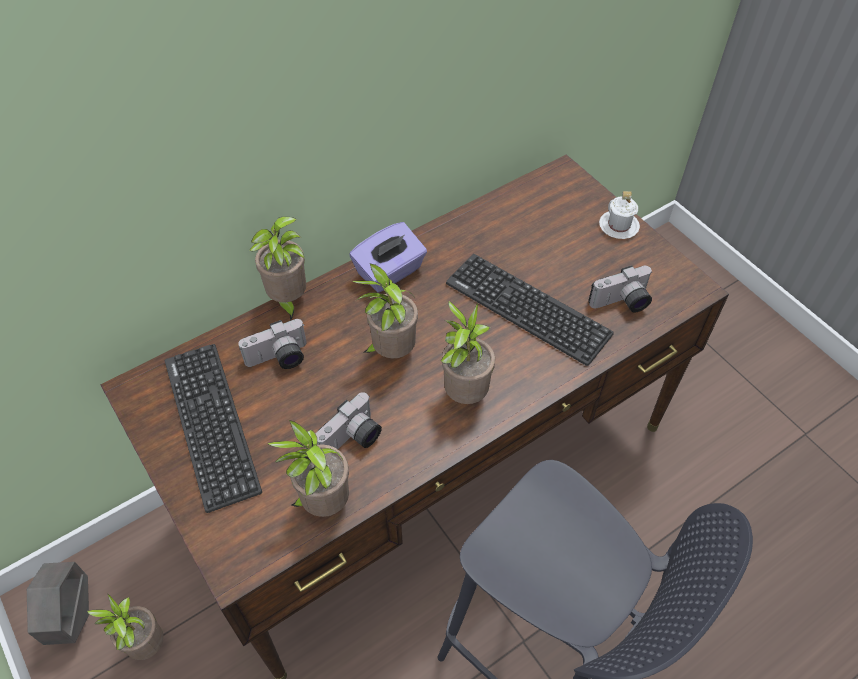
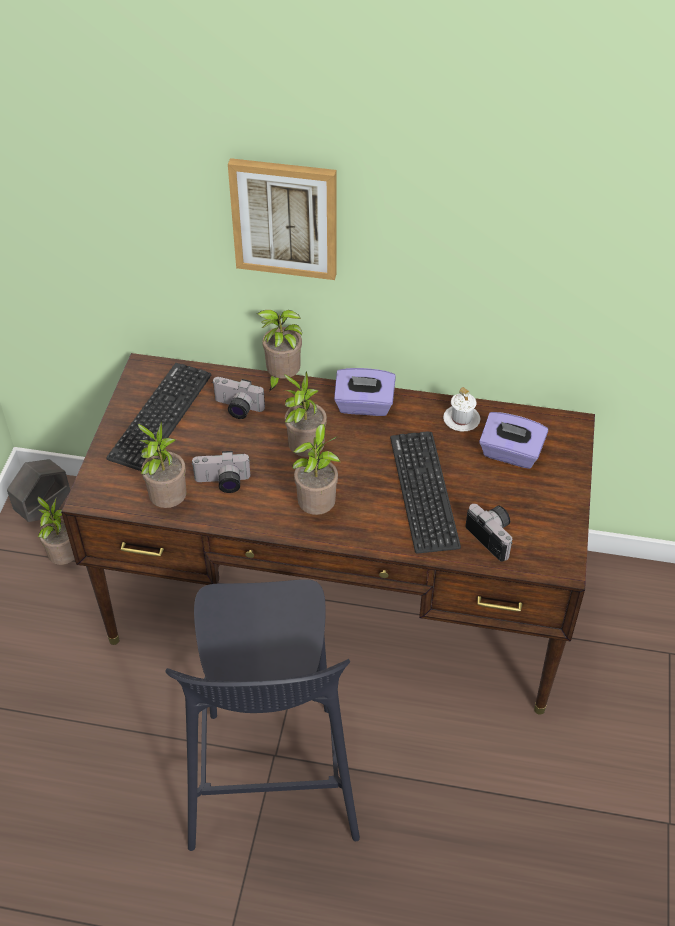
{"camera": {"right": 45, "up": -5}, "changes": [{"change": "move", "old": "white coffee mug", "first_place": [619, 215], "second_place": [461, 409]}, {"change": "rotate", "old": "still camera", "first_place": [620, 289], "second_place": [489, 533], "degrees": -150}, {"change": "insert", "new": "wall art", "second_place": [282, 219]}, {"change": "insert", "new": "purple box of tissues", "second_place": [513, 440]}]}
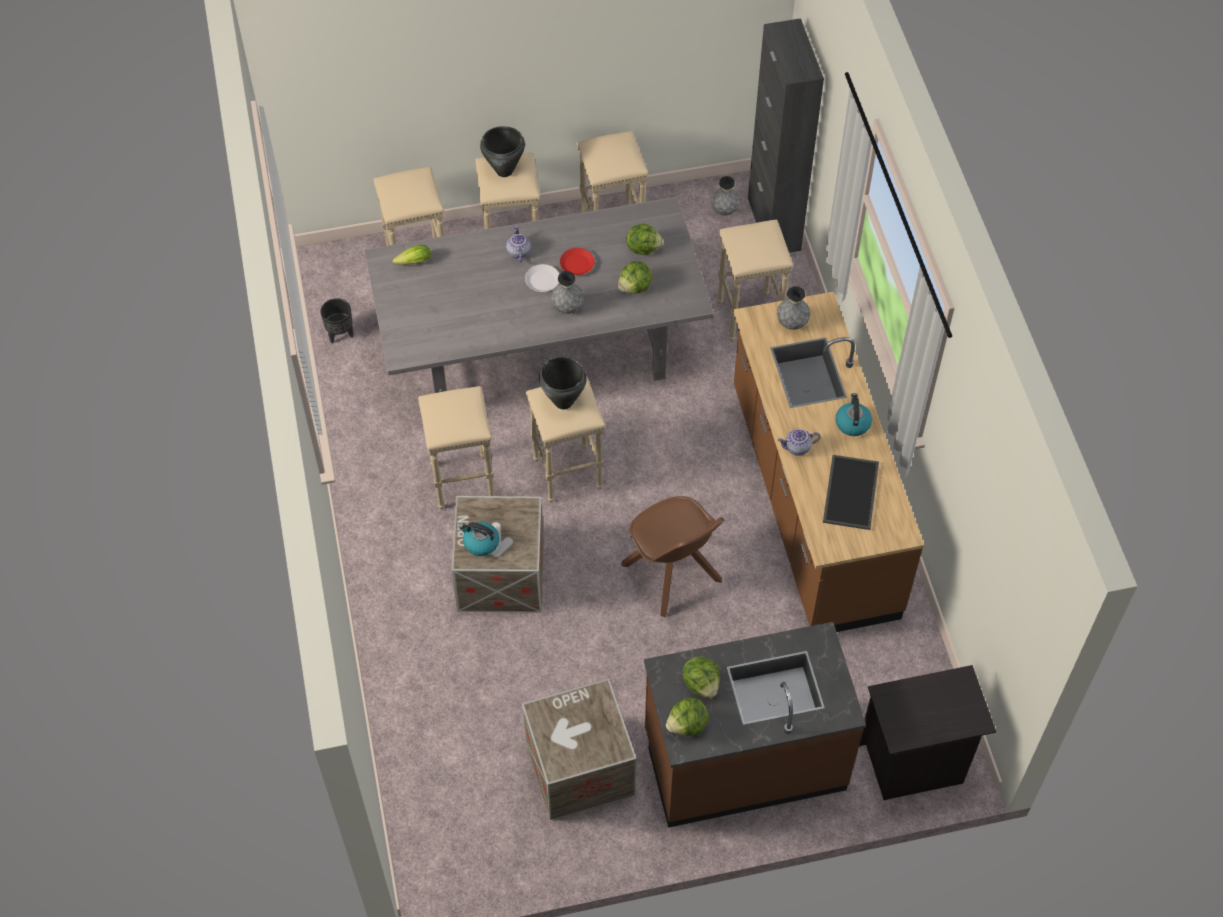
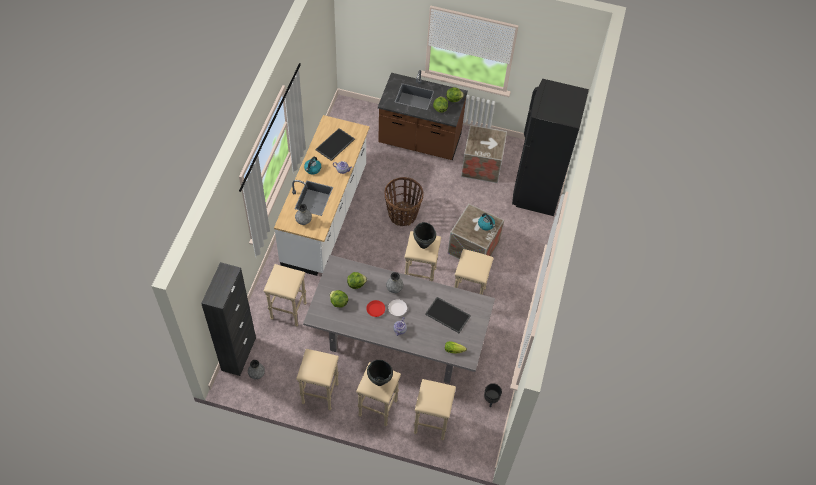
{"camera": {"right": -155, "up": 0}, "changes": [{"change": "recolor", "old": "brown-coloured kitchen counter", "new": "white kitchen counter", "first_place": [829, 462], "second_place": [322, 195]}, {"change": "replace", "old": "brown-coloured upright chair", "new": "household basket", "first_place": [673, 557], "second_place": [404, 201]}, {"change": "delete", "old": "blackish night table", "first_place": [927, 732]}, {"change": "insert", "new": "blackish refrigerator", "second_place": [550, 147]}, {"change": "insert", "new": "tray", "second_place": [448, 315]}]}
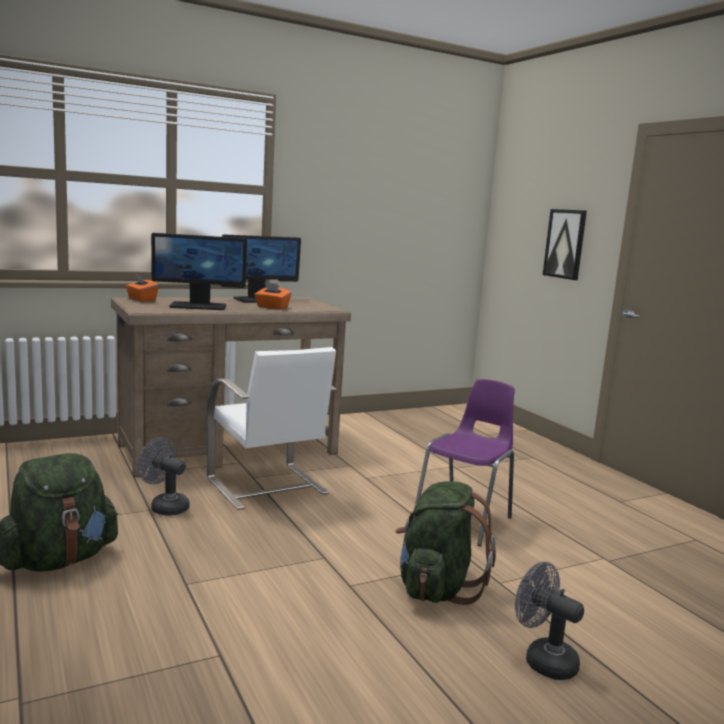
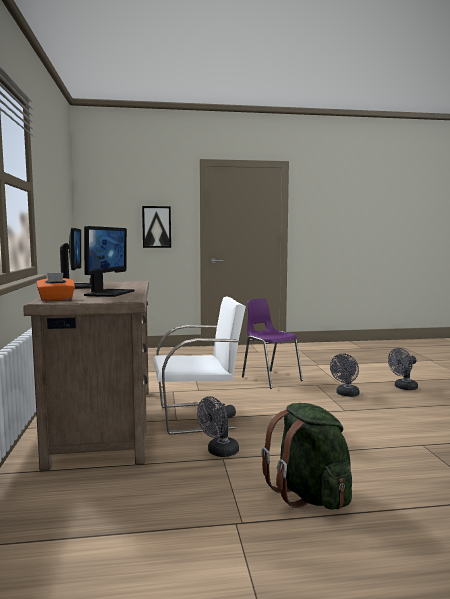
{"camera": {"right": -70, "up": -5}, "changes": [{"change": "delete", "old": "orange-coloured box of tissues", "first_place": [273, 296]}, {"change": "replace", "old": "green knapsack", "new": "gray fan", "first_place": [445, 543], "second_place": [344, 375]}]}
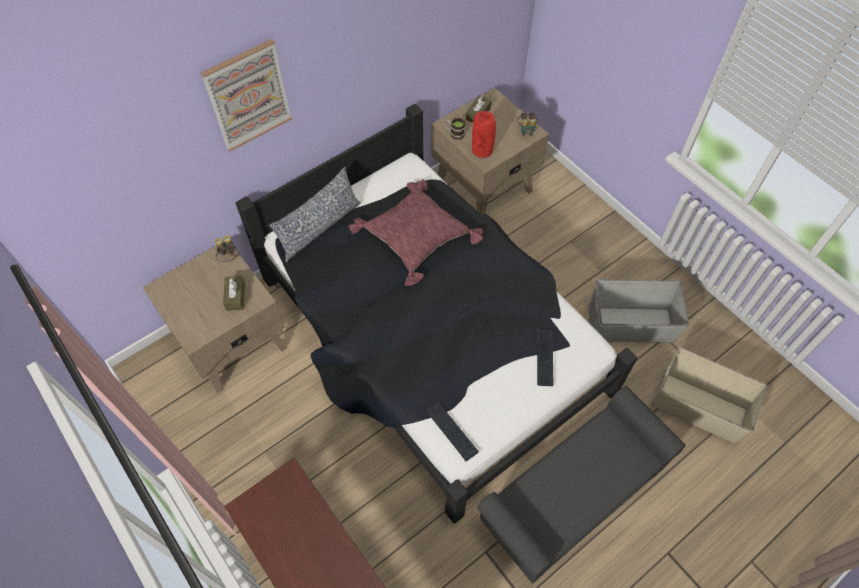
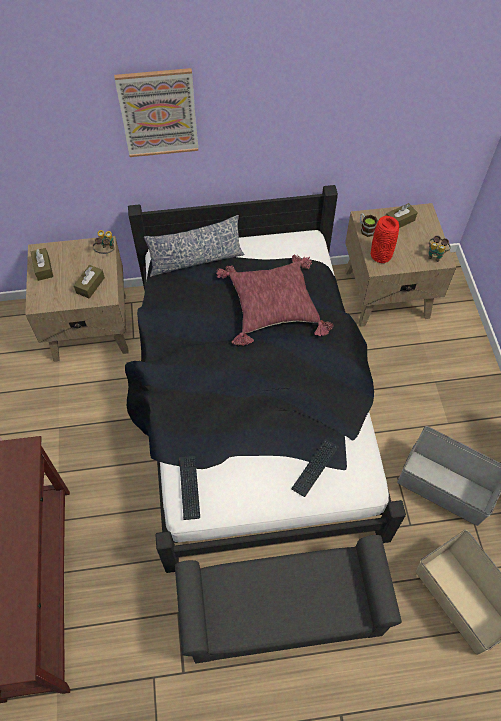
{"camera": {"right": 30, "up": 0}, "changes": [{"change": "insert", "new": "brown-coloured box of tissues", "second_place": [42, 264]}]}
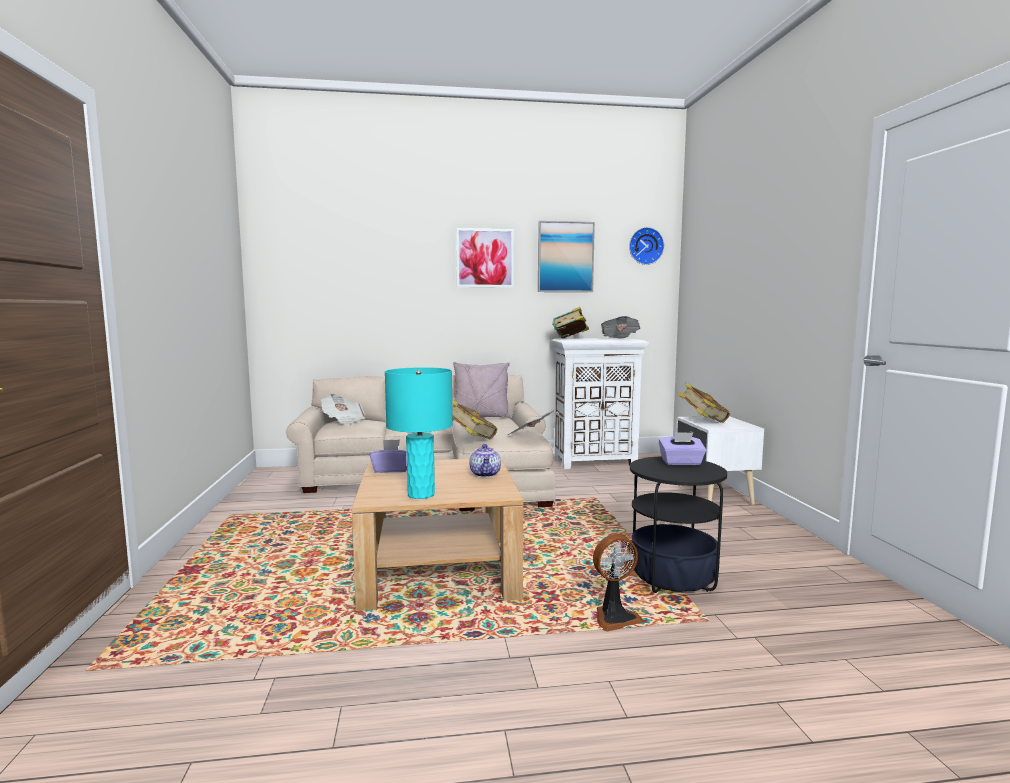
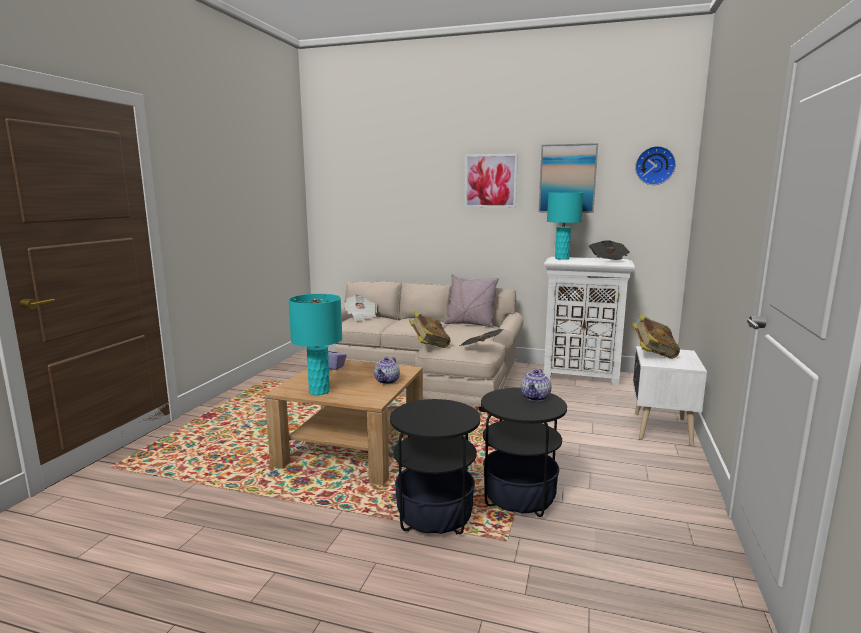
{"camera": {"right": 25, "up": 5}, "changes": [{"change": "replace", "old": "bound book", "new": "turquoise tabletop lamp", "first_place": [571, 322], "second_place": [565, 226]}, {"change": "replace", "old": "purple box of tissues", "new": "teapot", "first_place": [682, 448], "second_place": [536, 385]}, {"change": "replace", "old": "fan", "new": "blackish end table", "first_place": [618, 583], "second_place": [435, 466]}]}
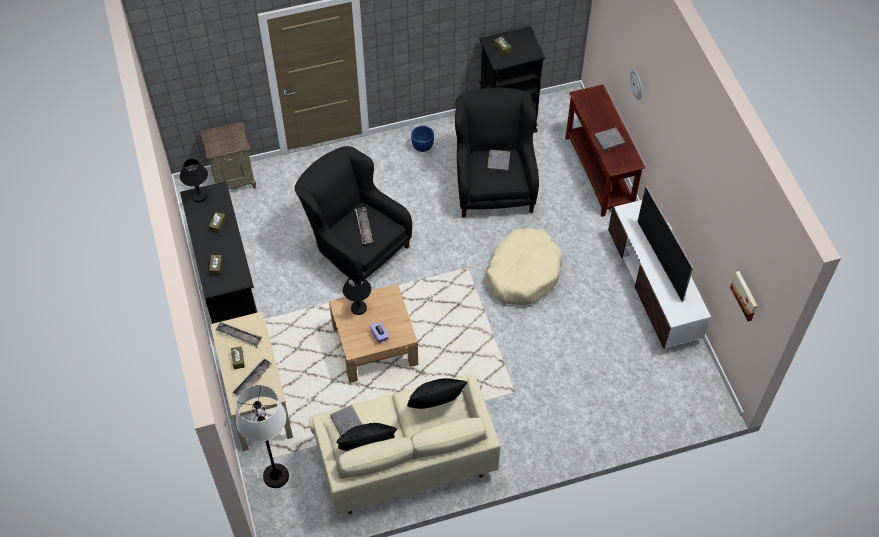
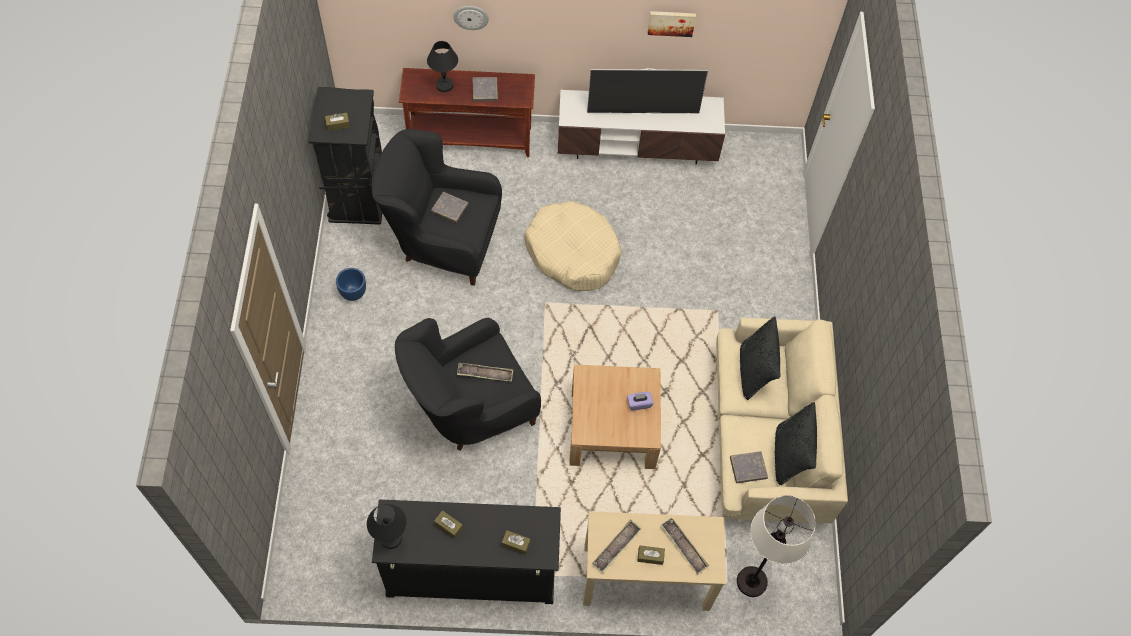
{"camera": {"right": -75, "up": 5}, "changes": [{"change": "delete", "old": "sand-coloured night table", "first_place": [228, 156]}, {"change": "move", "old": "wall art", "first_place": [743, 296], "second_place": [672, 24]}, {"change": "move", "old": "blackish tabletop lamp", "first_place": [357, 294], "second_place": [442, 66]}]}
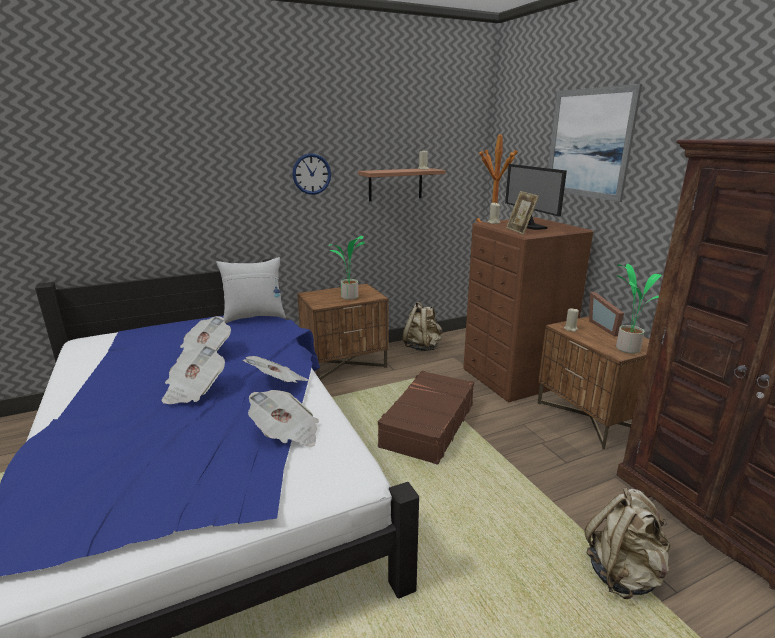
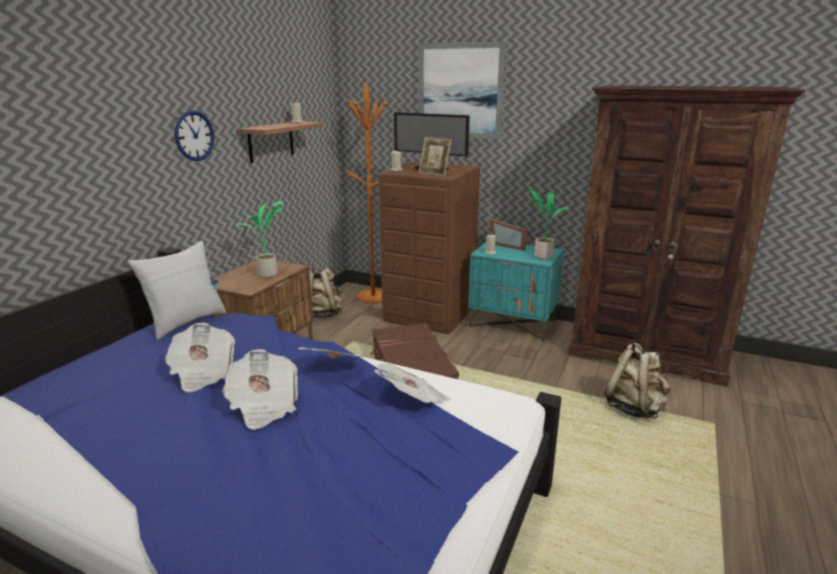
{"camera": {"right": -40, "up": 0}, "changes": [{"change": "recolor", "old": "brown-coloured night table", "new": "turquoise night table", "first_place": [593, 383], "second_place": [516, 292]}]}
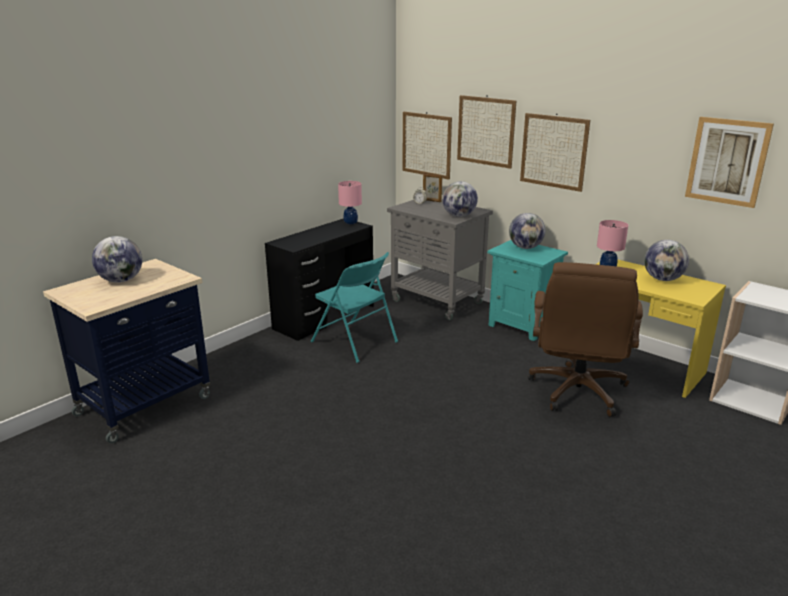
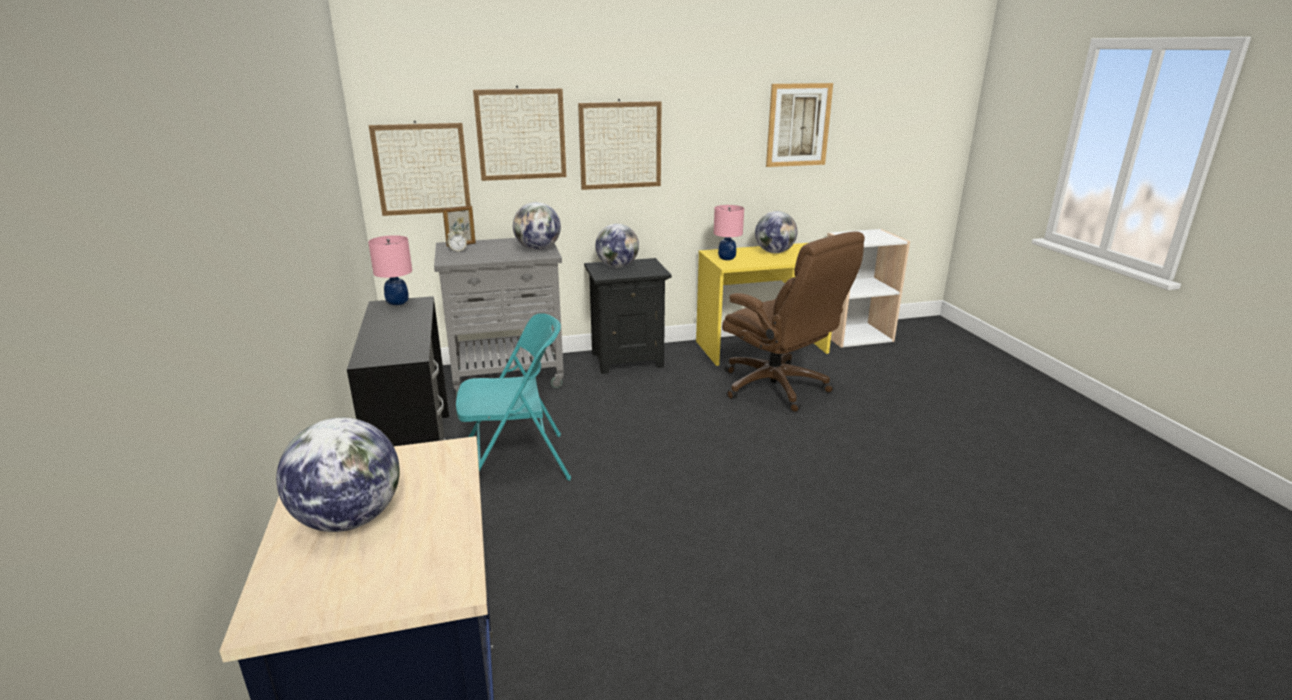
{"camera": {"right": -55, "up": 0}, "changes": [{"change": "recolor", "old": "turquoise night table", "new": "blackish night table", "first_place": [527, 290], "second_place": [628, 316]}]}
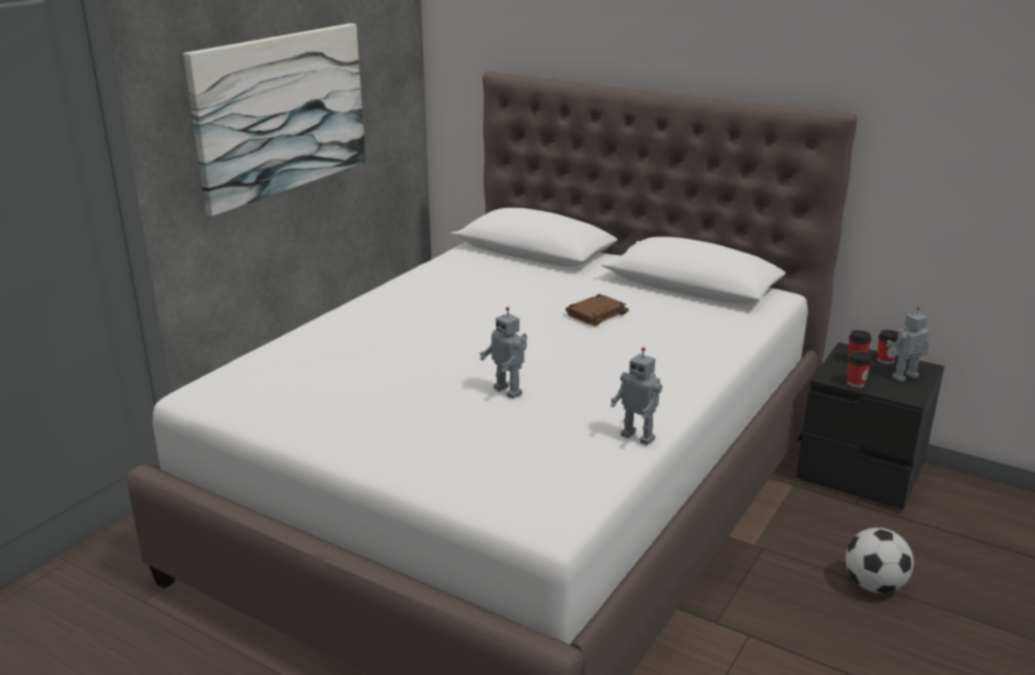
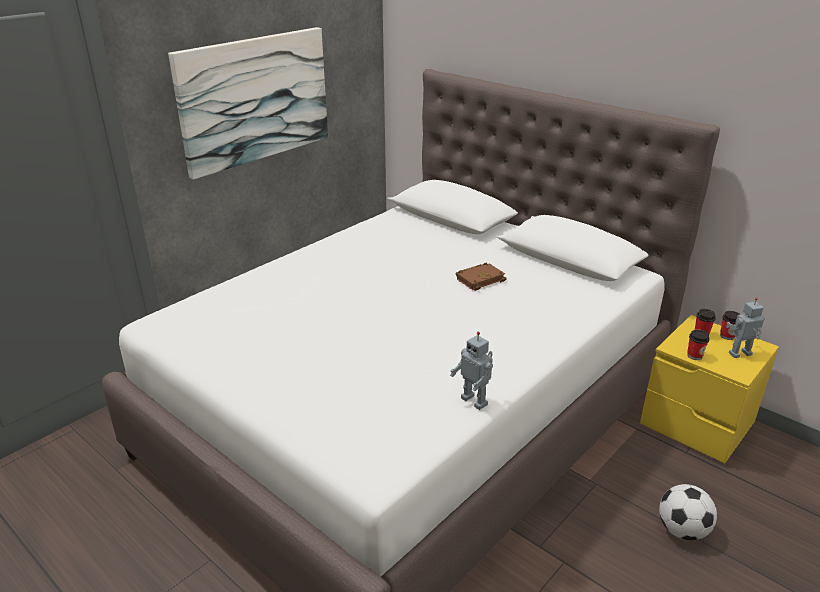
{"camera": {"right": 10, "up": 5}, "changes": [{"change": "delete", "old": "model robot", "first_place": [503, 353]}, {"change": "recolor", "old": "blackish night table", "new": "yellow night table", "first_place": [870, 426], "second_place": [709, 389]}]}
